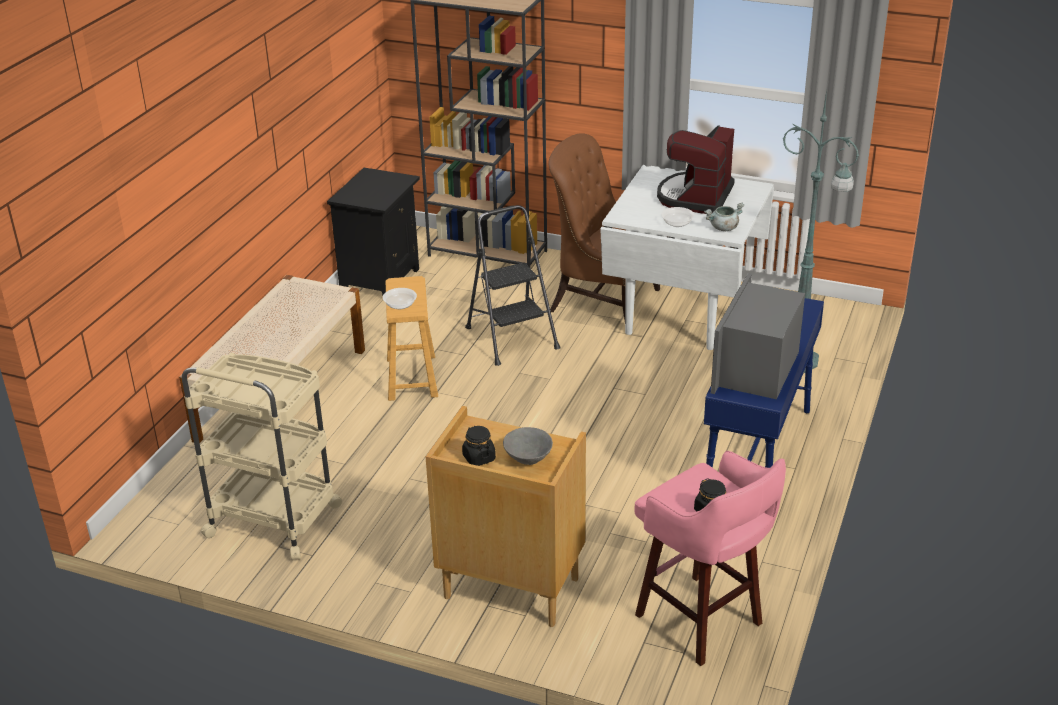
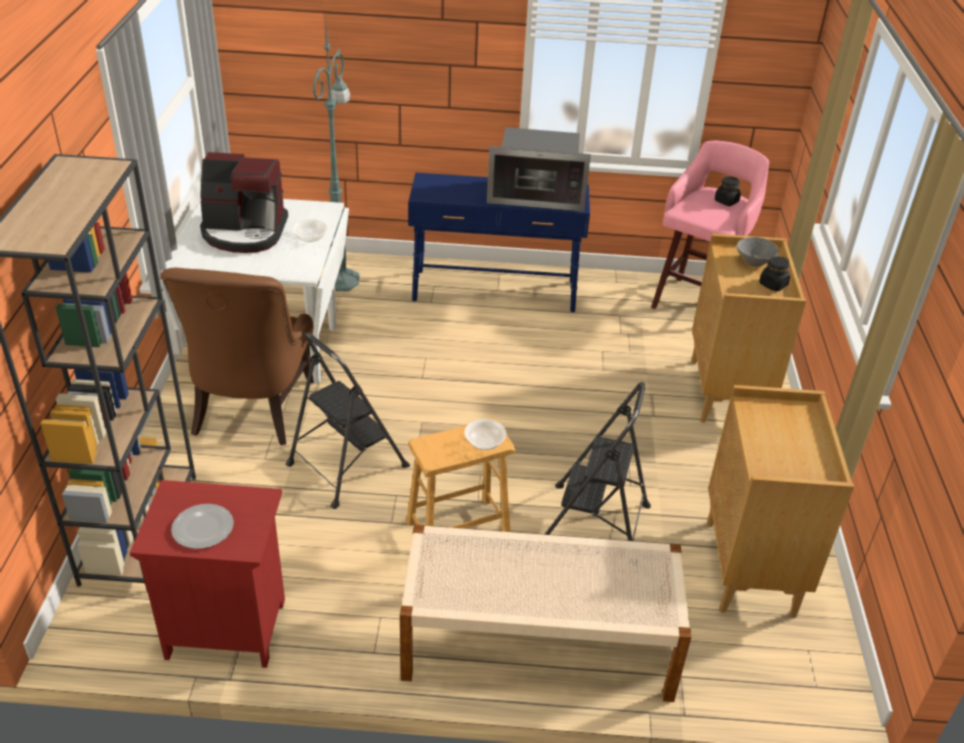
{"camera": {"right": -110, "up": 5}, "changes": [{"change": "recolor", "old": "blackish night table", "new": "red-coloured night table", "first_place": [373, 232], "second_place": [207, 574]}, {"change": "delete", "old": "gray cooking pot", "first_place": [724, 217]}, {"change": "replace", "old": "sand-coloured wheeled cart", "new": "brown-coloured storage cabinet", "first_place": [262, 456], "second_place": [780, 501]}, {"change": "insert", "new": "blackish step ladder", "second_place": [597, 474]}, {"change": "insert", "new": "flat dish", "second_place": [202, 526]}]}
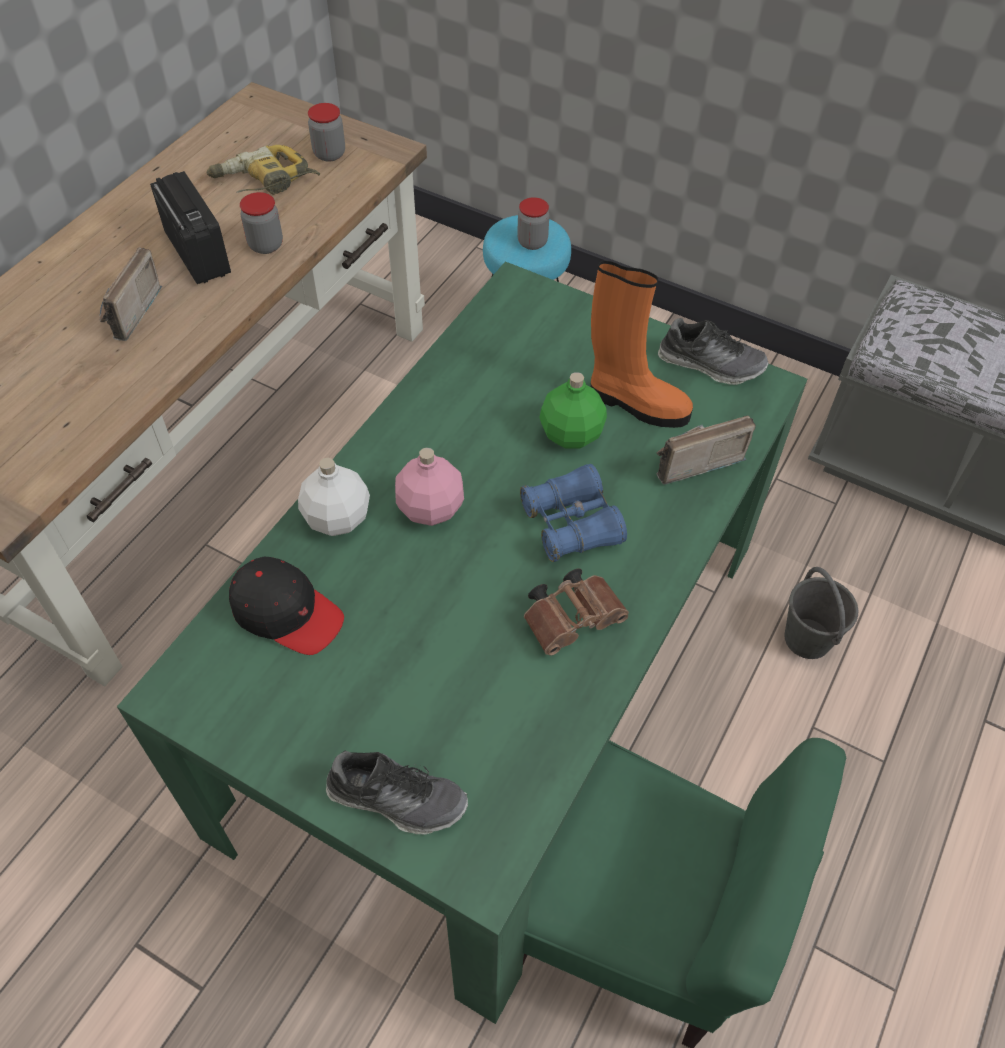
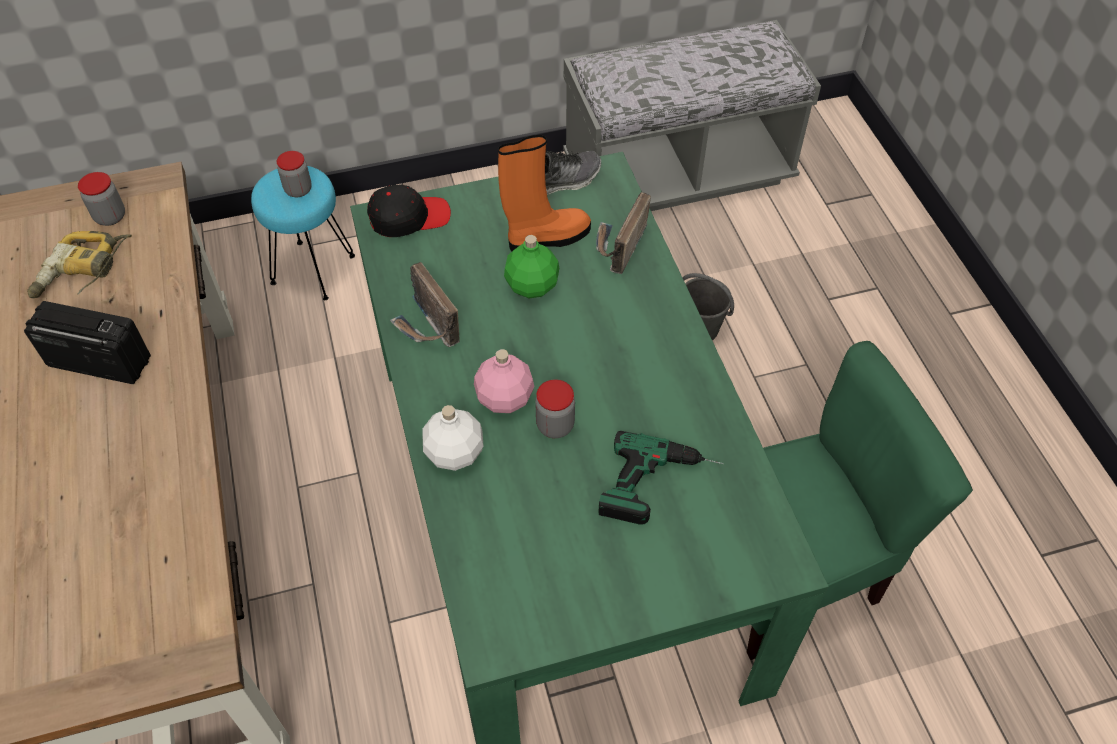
{"camera": {"right": -45, "up": 0}, "changes": [{"change": "move", "old": "jar", "first_place": [261, 223], "second_place": [555, 408]}, {"change": "move", "old": "radio set", "first_place": [131, 294], "second_place": [425, 304]}, {"change": "delete", "old": "blue pair of binoculars", "first_place": [573, 513]}, {"change": "move", "old": "blackish baseball cap", "first_place": [286, 606], "second_place": [409, 211]}, {"change": "delete", "old": "brown-coloured pair of binoculars", "first_place": [576, 612]}, {"change": "delete", "old": "shoe", "first_place": [397, 792]}, {"change": "insert", "new": "drill", "second_place": [661, 478]}]}
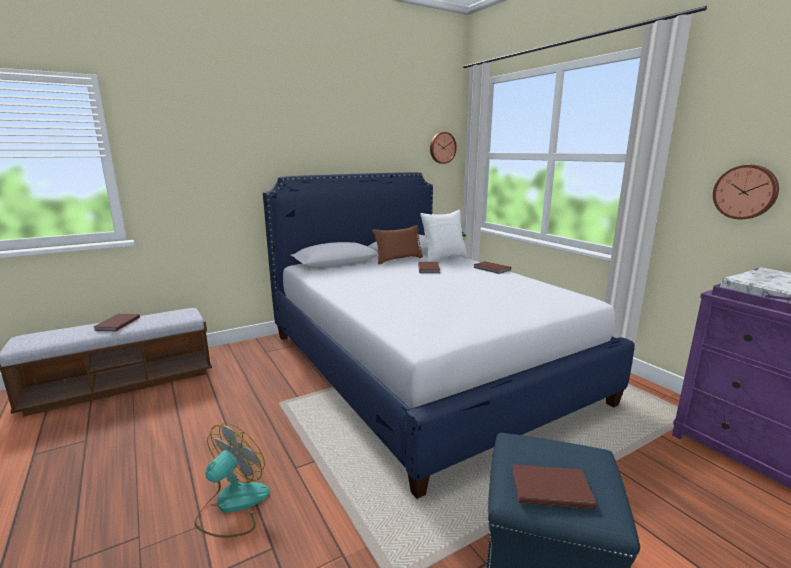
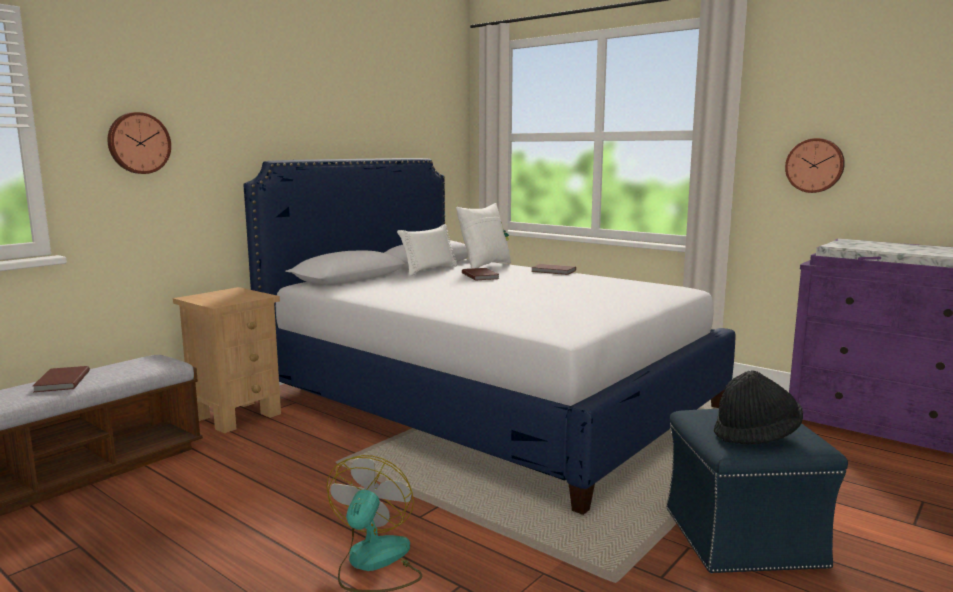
{"camera": {"right": -20, "up": -5}, "changes": [{"change": "move", "old": "wall clock", "first_place": [443, 148], "second_place": [139, 143]}, {"change": "recolor", "old": "brown-coloured cushion", "new": "white cushion", "first_place": [397, 244], "second_place": [427, 250]}, {"change": "replace", "old": "brown-coloured bound book", "new": "blackish clothing hat", "first_place": [554, 487], "second_place": [758, 407]}, {"change": "insert", "new": "sand-coloured night table", "second_place": [227, 360]}]}
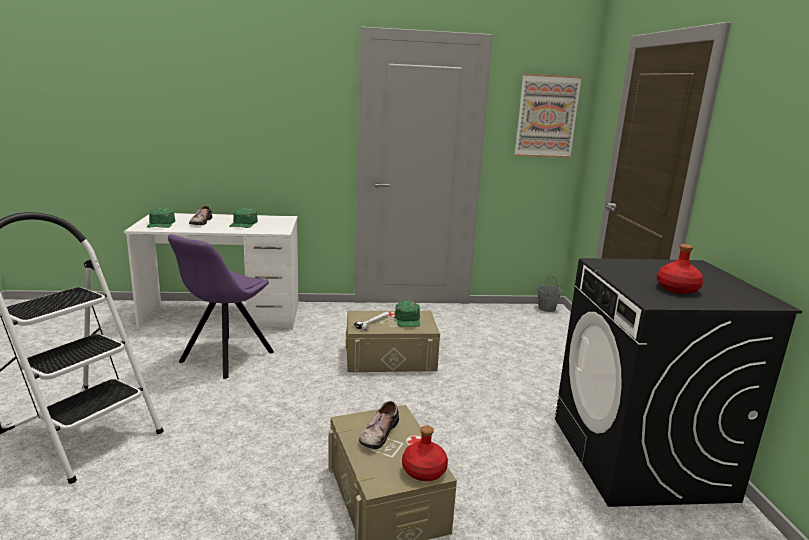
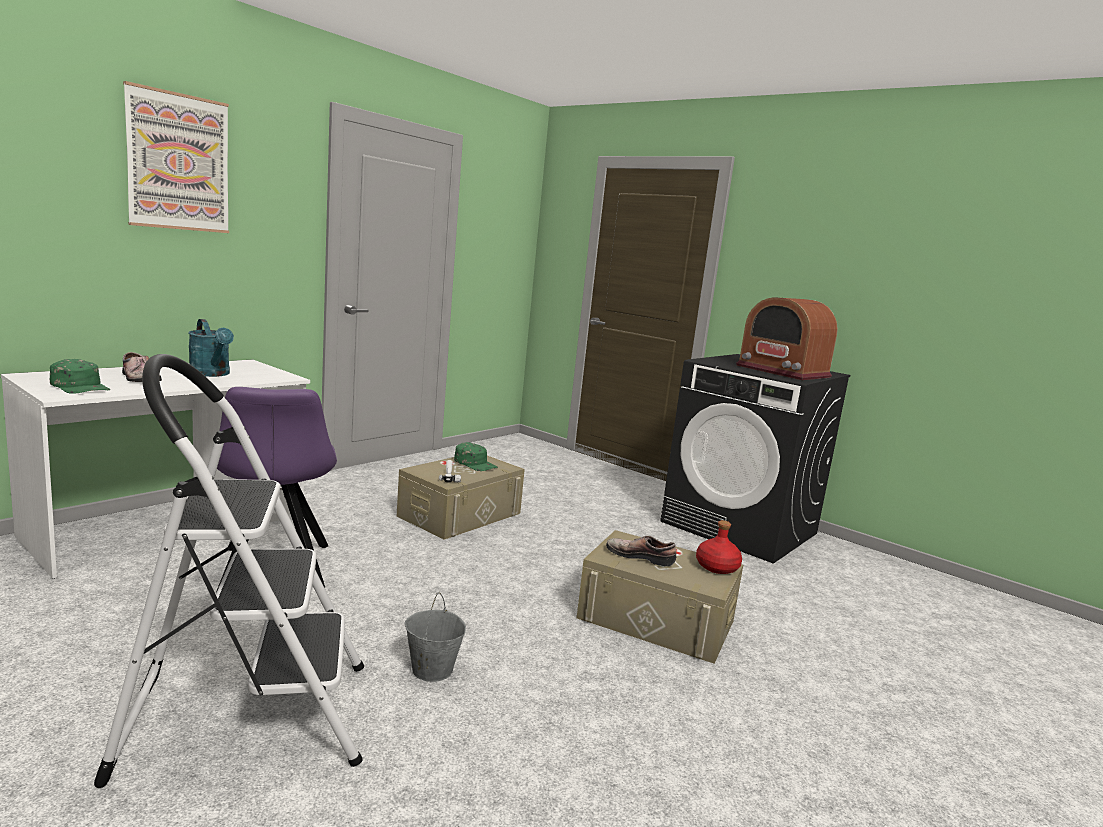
{"camera": {"right": -45, "up": -5}, "changes": [{"change": "move", "old": "wall art", "first_place": [548, 116], "second_place": [176, 157]}, {"change": "replace", "old": "green baseball cap", "new": "turquoise watering pot", "first_place": [243, 218], "second_place": [211, 348]}, {"change": "replace", "old": "red-coloured bottle", "new": "radio set", "first_place": [680, 269], "second_place": [787, 338]}, {"change": "move", "old": "gray water bucket", "first_place": [549, 294], "second_place": [435, 637]}, {"change": "rotate", "old": "shoe", "first_place": [379, 425], "second_place": [641, 551], "degrees": 135}]}
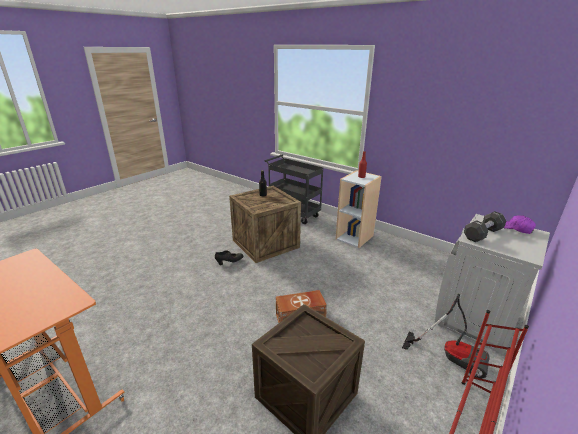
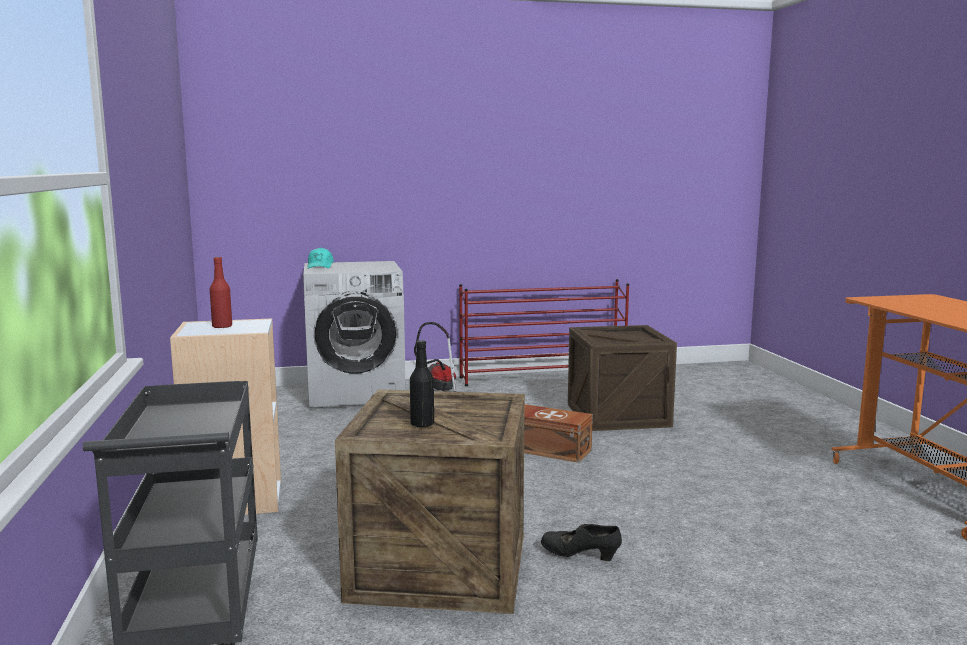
{"camera": {"right": -140, "up": -15}, "changes": [{"change": "delete", "old": "blackish hand weight", "first_place": [485, 226]}, {"change": "recolor", "old": "purple baseball cap", "new": "turquoise baseball cap", "first_place": [520, 224], "second_place": [320, 258]}]}
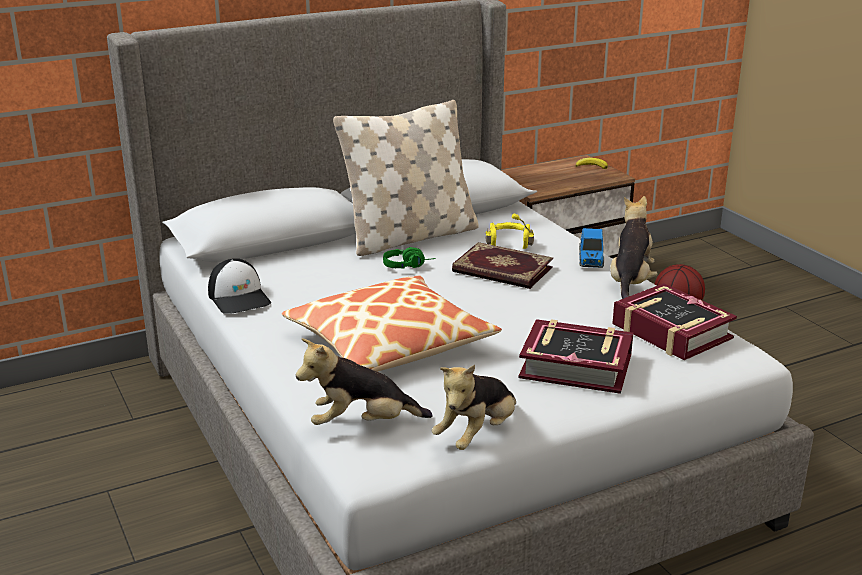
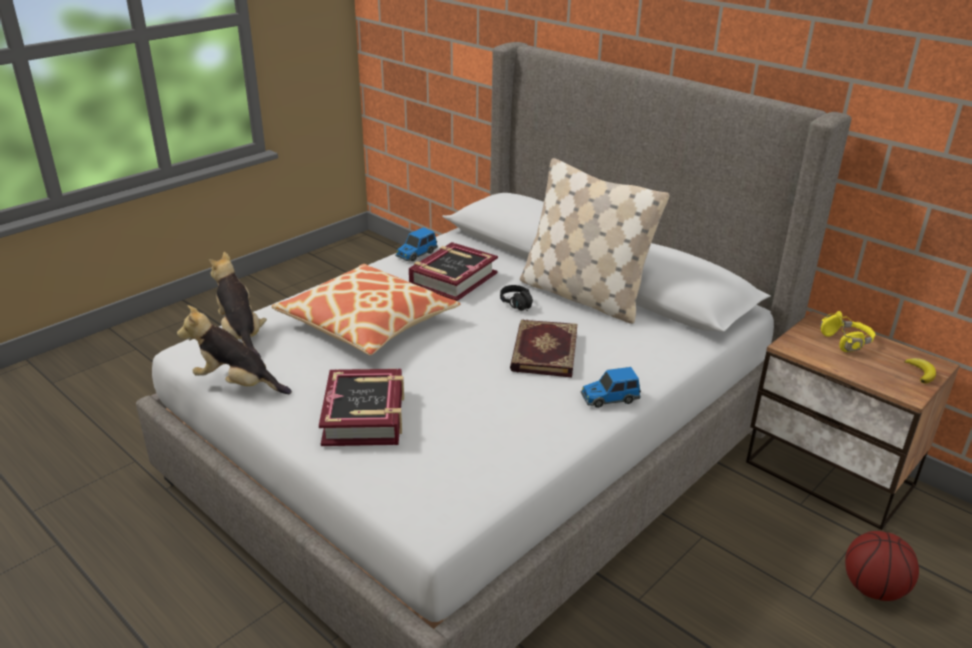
{"camera": {"right": 70, "up": 5}, "changes": [{"change": "delete", "old": "plush toy", "first_place": [634, 247]}, {"change": "move", "old": "yellow pair of headphones", "first_place": [510, 231], "second_place": [847, 331]}, {"change": "recolor", "old": "green pair of headphones", "new": "blackish pair of headphones", "first_place": [409, 258], "second_place": [516, 298]}, {"change": "replace", "old": "baseball cap", "new": "model car", "first_place": [239, 286], "second_place": [416, 244]}, {"change": "move", "old": "bound book", "first_place": [674, 321], "second_place": [453, 271]}]}
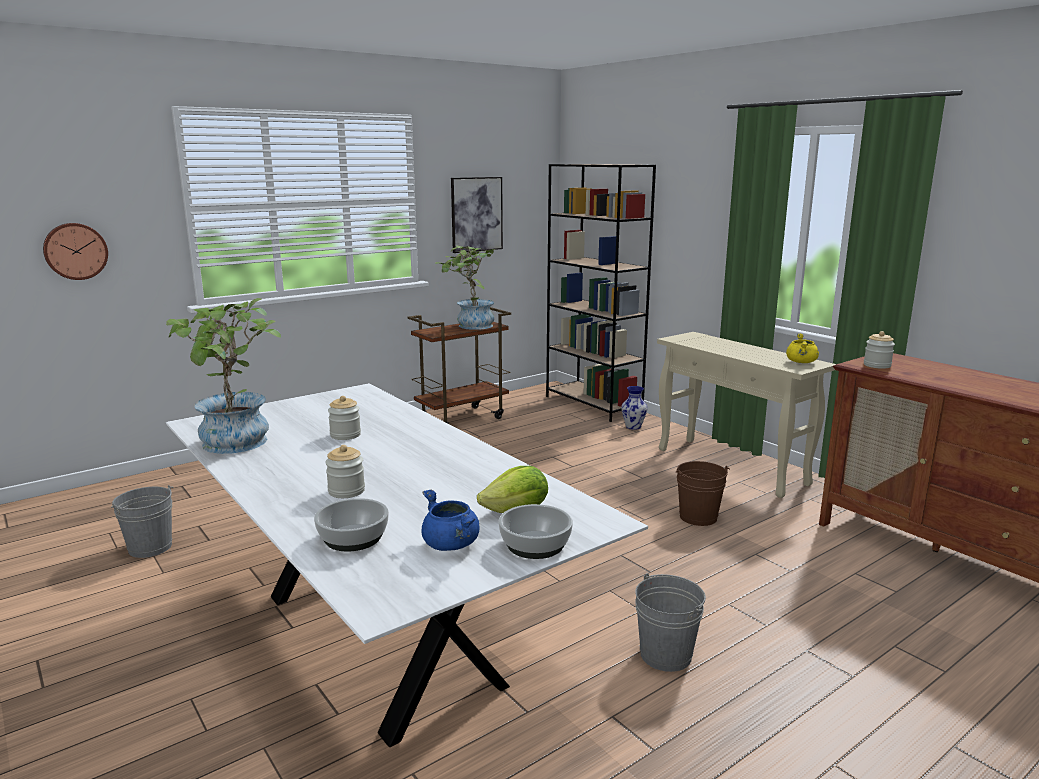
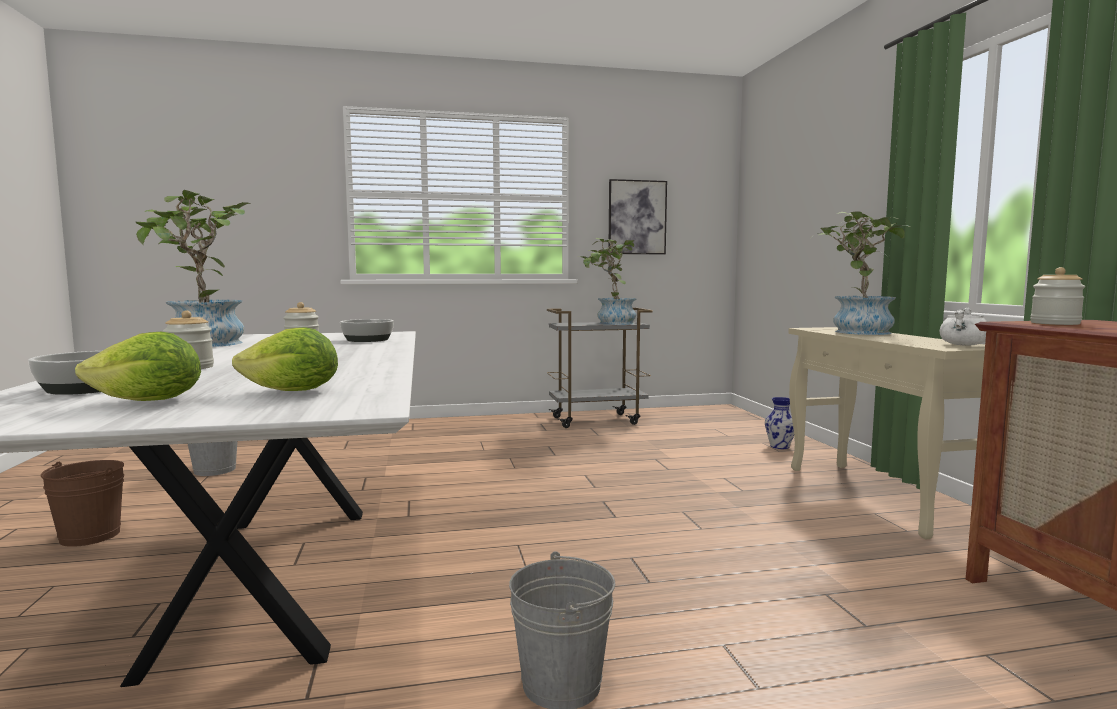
{"camera": {"right": 25, "up": -10}, "changes": [{"change": "delete", "old": "sand-coloured bookshelf", "first_place": [601, 293]}, {"change": "delete", "old": "wall clock", "first_place": [75, 251]}, {"change": "recolor", "old": "brown-coloured wheeled cart", "new": "gray wheeled cart", "first_place": [459, 365], "second_place": [600, 368]}, {"change": "recolor", "old": "yellow cooking pot", "new": "white cooking pot", "first_place": [802, 348], "second_place": [963, 326]}, {"change": "move", "old": "brown-coloured water bucket", "first_place": [703, 493], "second_place": [82, 503]}, {"change": "replace", "old": "blue cooking pot", "new": "head of lettuce", "first_place": [450, 520], "second_place": [138, 366]}, {"change": "move", "old": "serving bowl", "first_place": [535, 531], "second_place": [367, 330]}, {"change": "insert", "new": "plant in a pot", "second_place": [862, 273]}]}
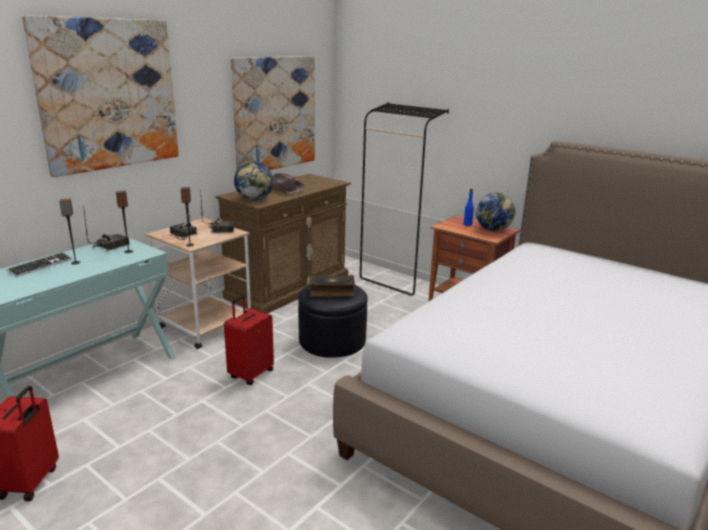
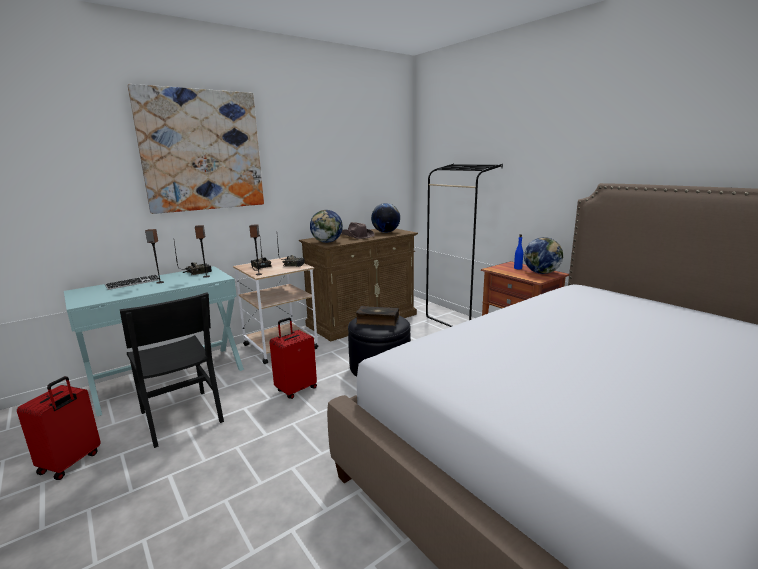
{"camera": {"right": 15, "up": -5}, "changes": [{"change": "delete", "old": "wall art", "first_place": [273, 113]}, {"change": "insert", "new": "world globe", "second_place": [385, 218]}, {"change": "insert", "new": "blackish upright chair", "second_place": [172, 370]}]}
